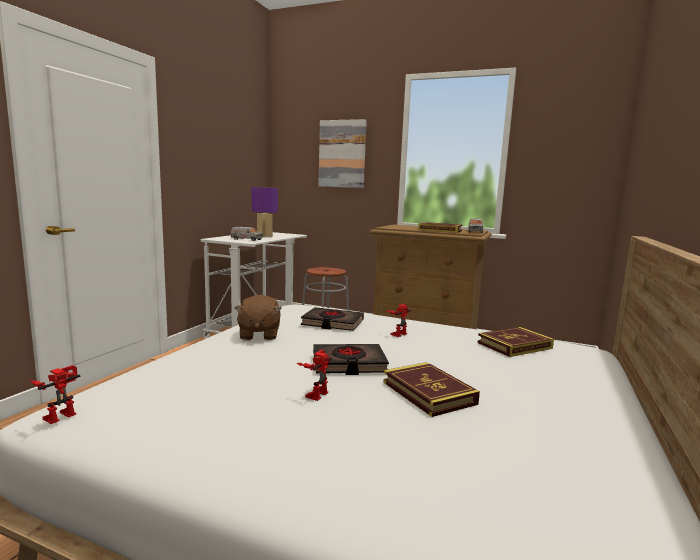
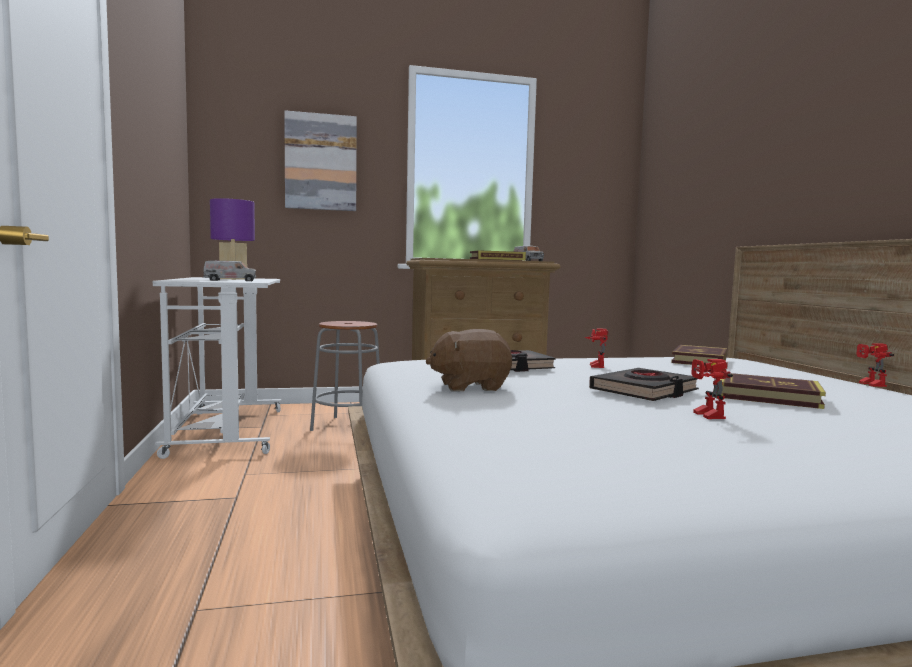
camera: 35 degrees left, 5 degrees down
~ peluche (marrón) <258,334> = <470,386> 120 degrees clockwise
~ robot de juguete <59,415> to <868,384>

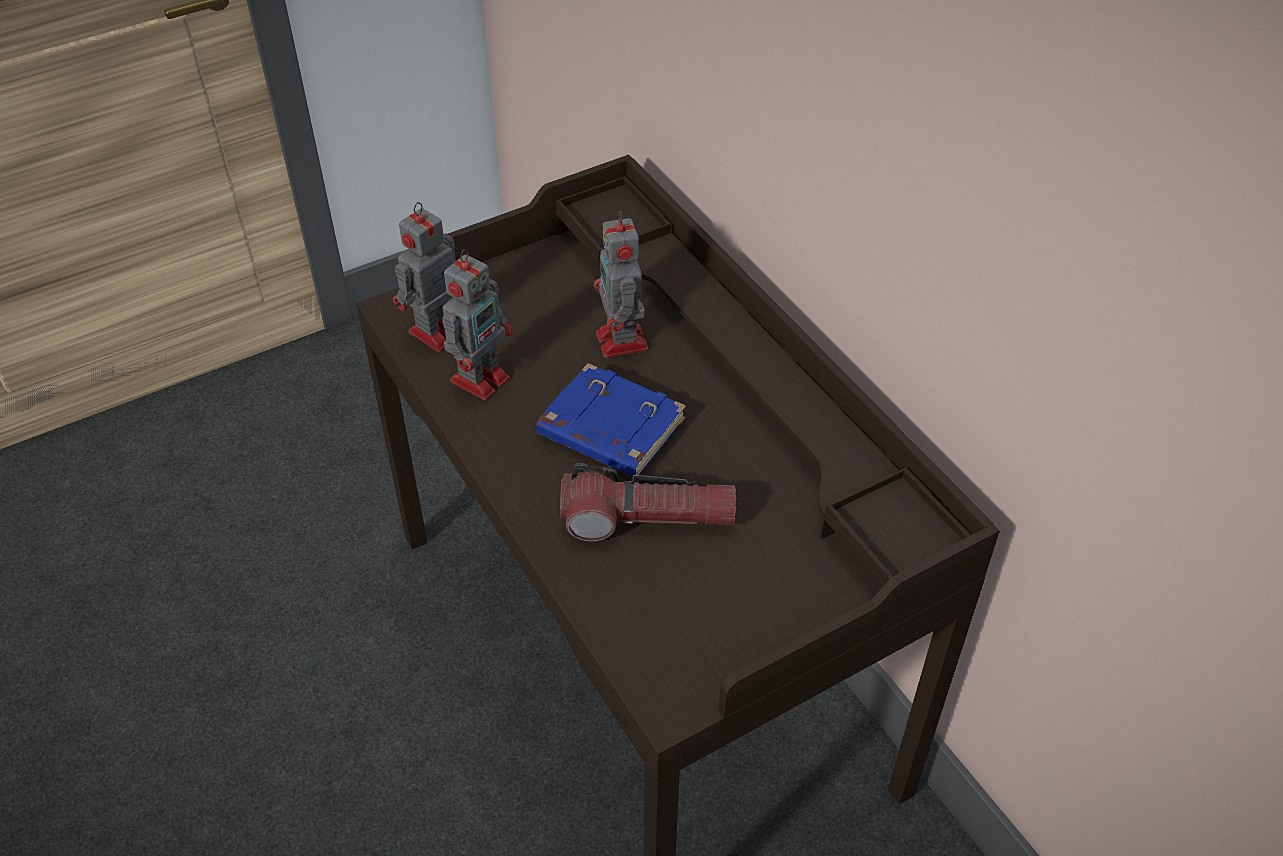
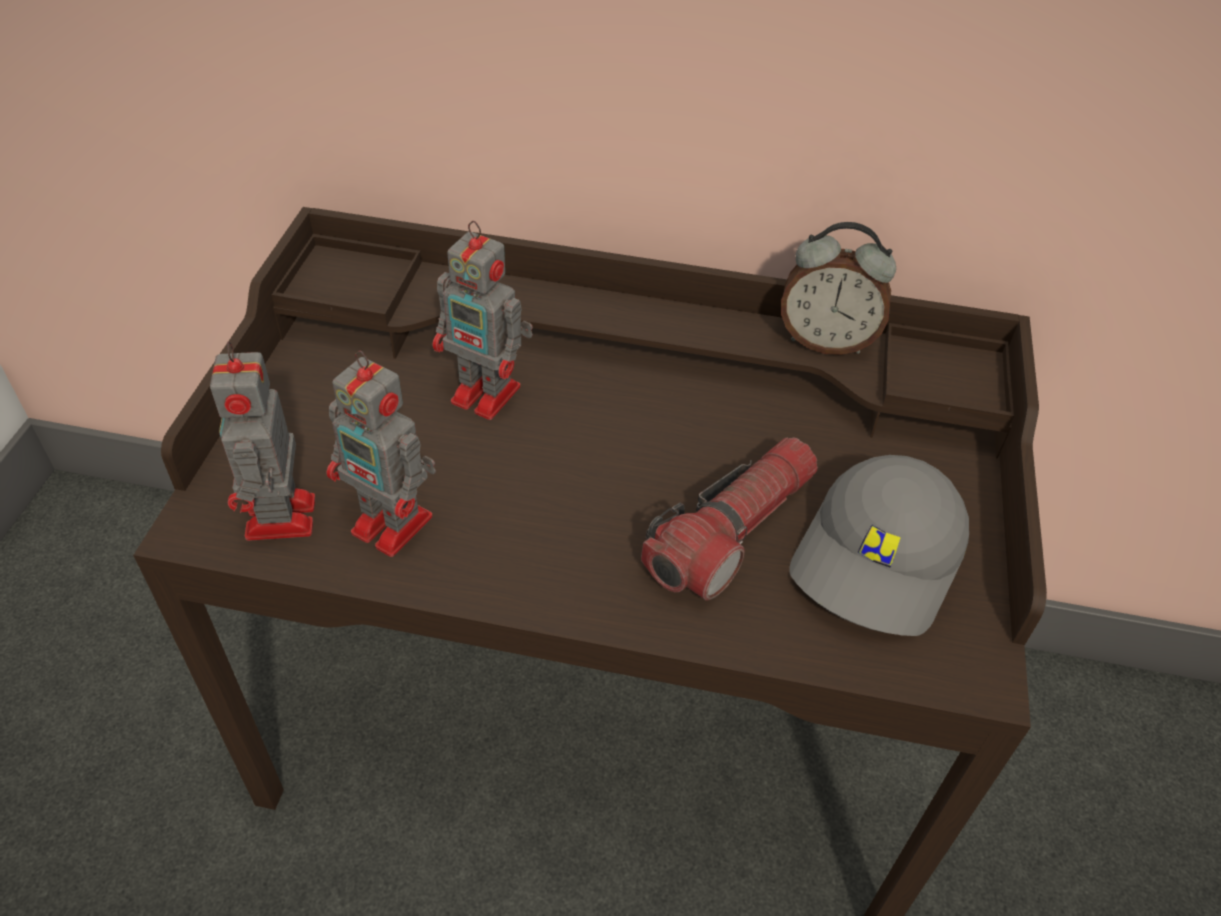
camera: 50 degrees left, 0 degrees up
~ robot de juguete <481,378> = <395,526> 135 degrees clockwise
+ despertador <826,341>
+ gorra (gris) <879,562>
- libro (azul) <609,429>

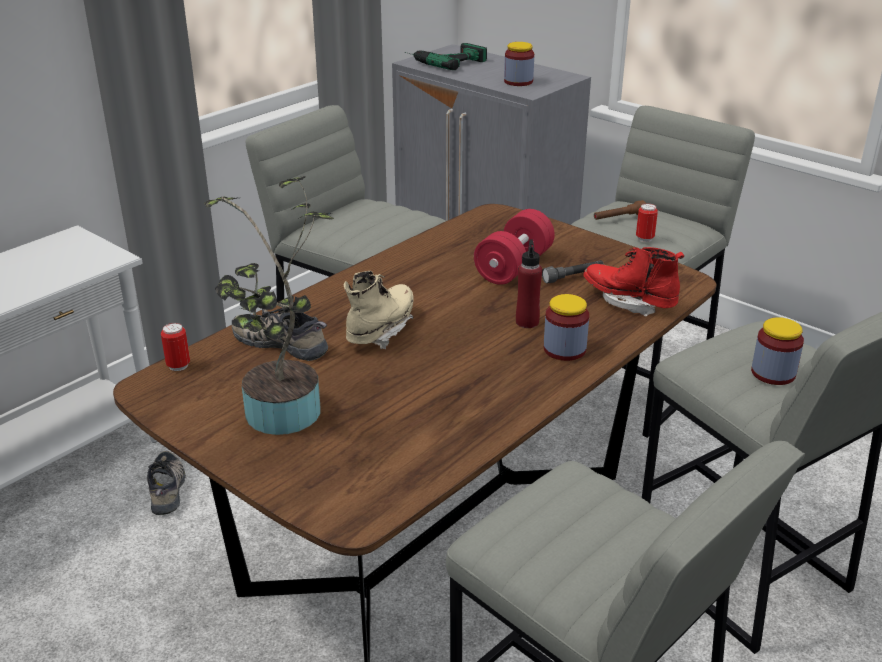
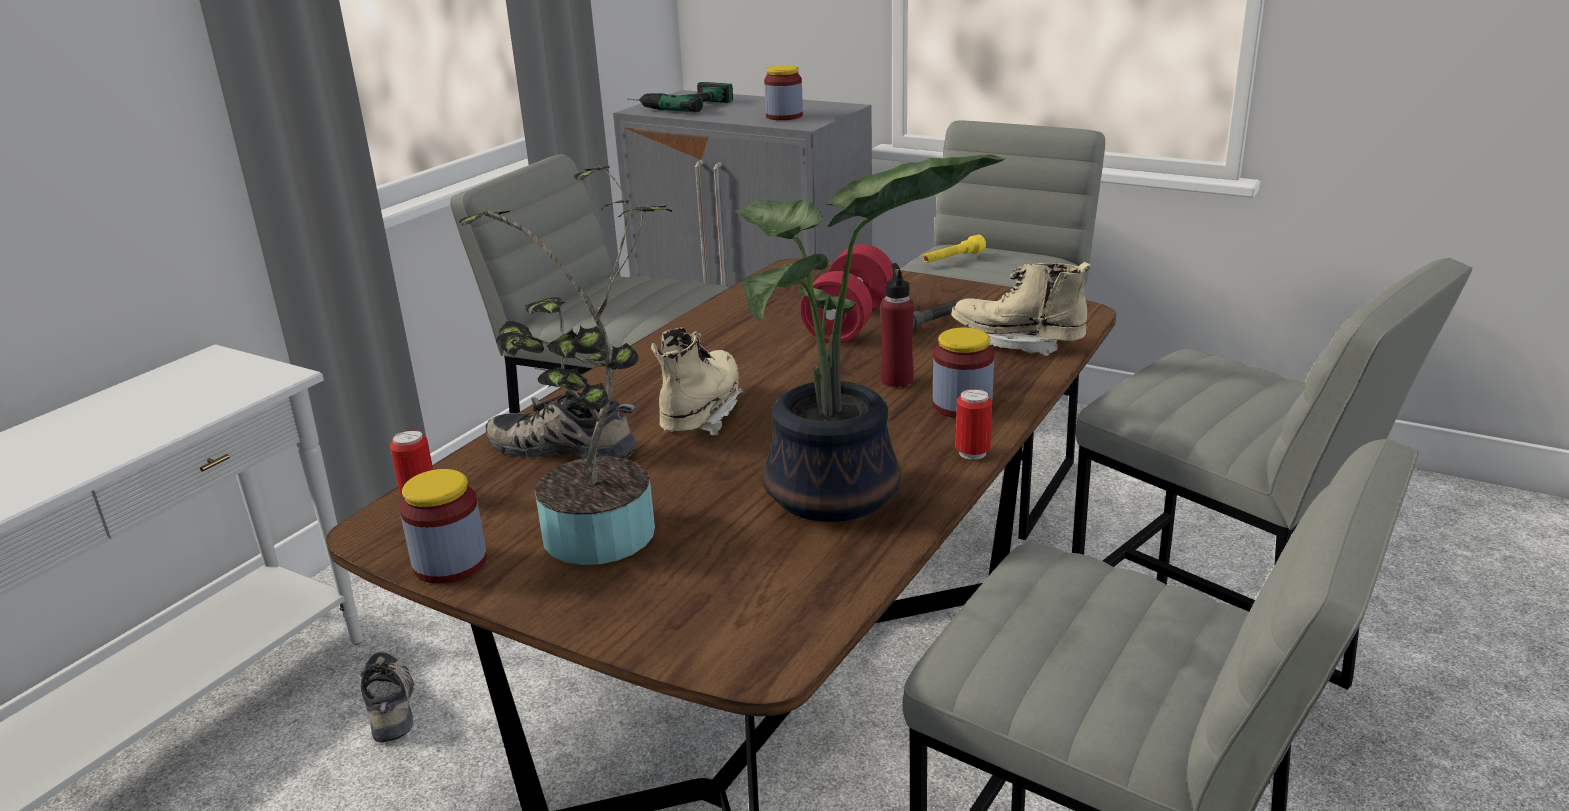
camera: 10 degrees left, 5 degrees down
~ tarro <773,373> to <450,563>
+ planta en maceta <837,496>
~ linterna (marrón) <619,218> to linterna (amarillo) <953,259>
~ bota (rojo) <629,301> to bota (beis) <1018,342>
~ lata <644,238> to <972,453>

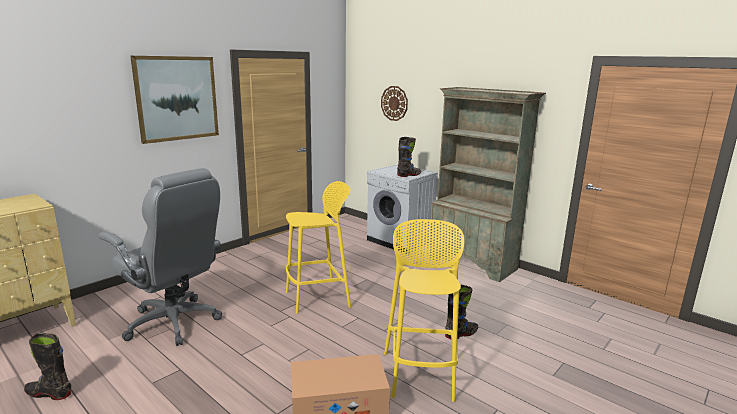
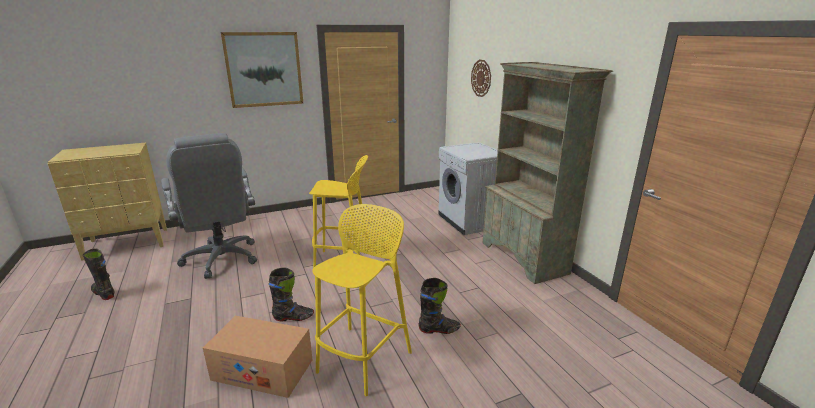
camera: 25 degrees right, 5 degrees up
~ bota (negro) <409,175> to <293,317>

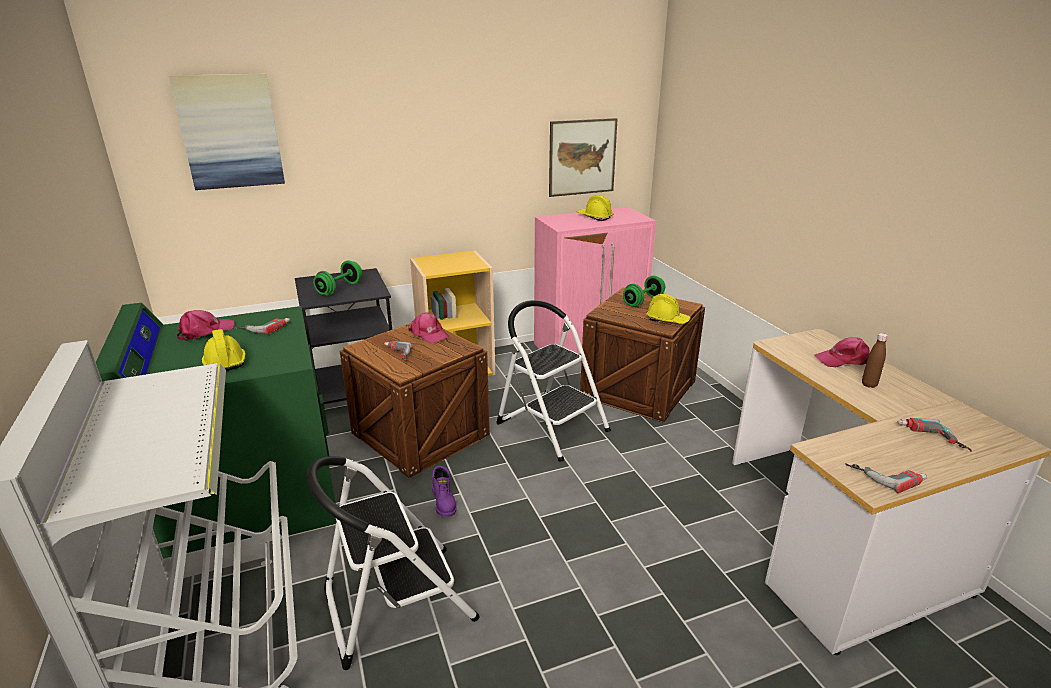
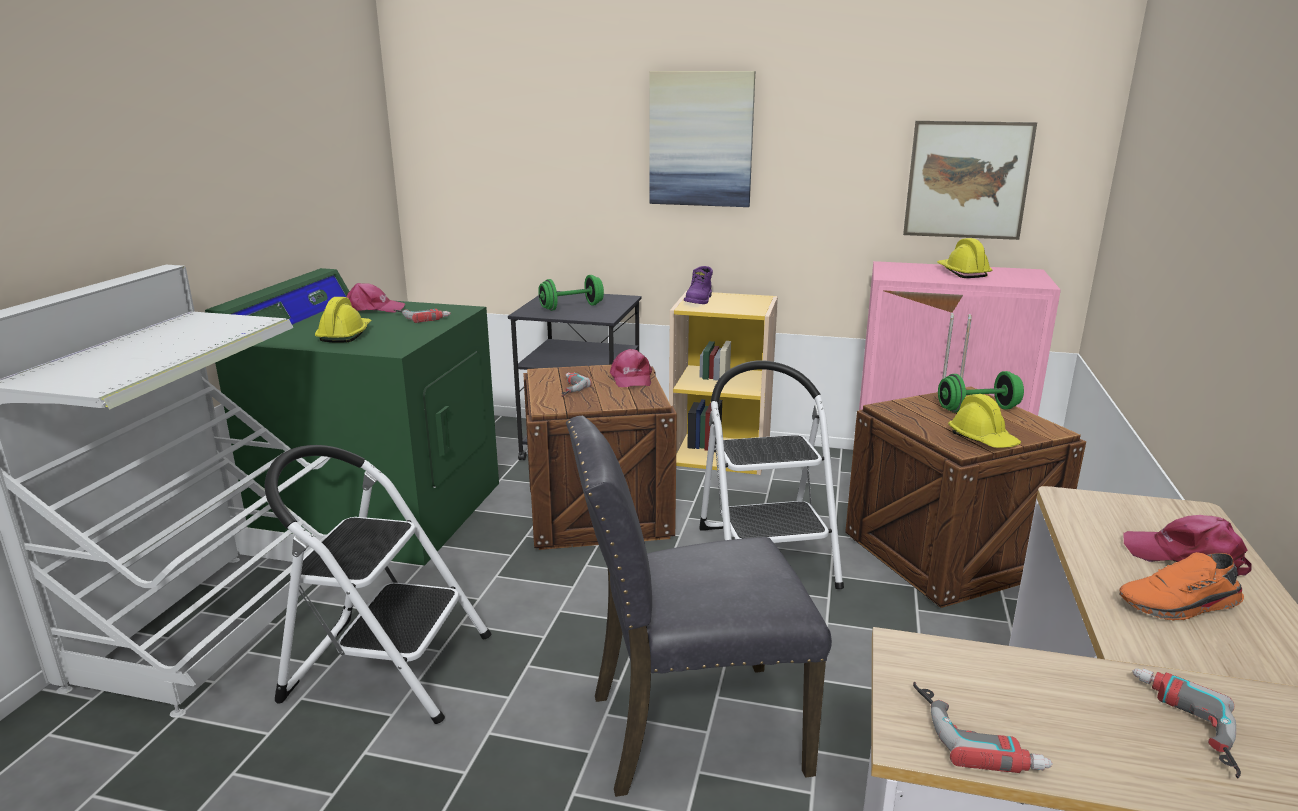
camera: 35 degrees right, 5 degrees down
+ silla (gris) <690,730>
~ cuadro <230,131> to <701,139>
~ bota (morado) <444,502> to <699,300>
~ botella (marrón) <869,385> to zapato (naranja) <1180,606>

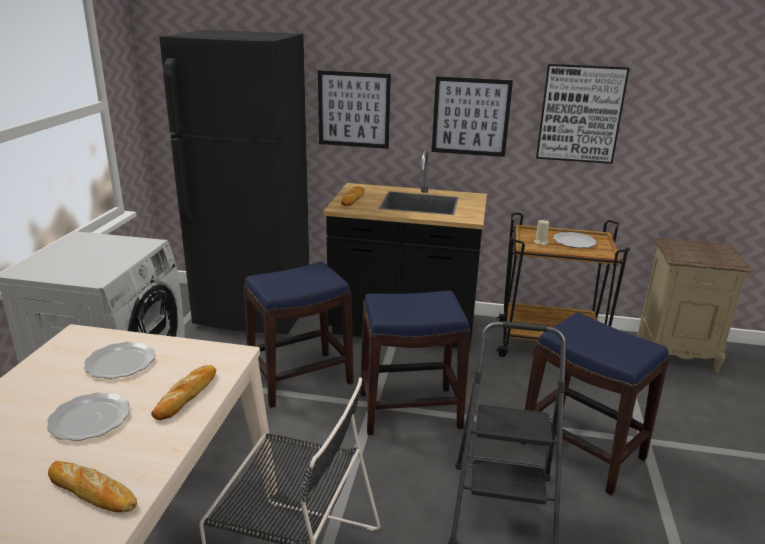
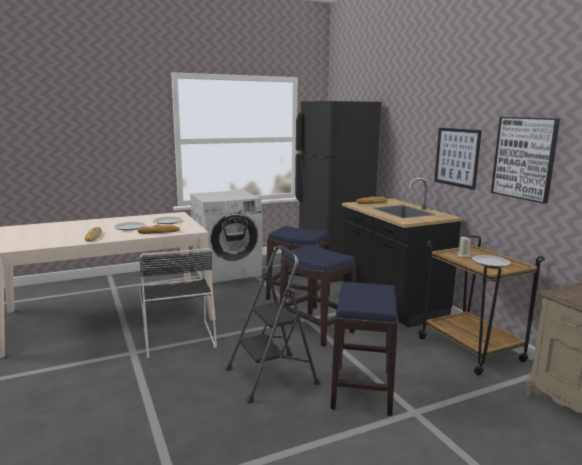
camera: 55 degrees right, 10 degrees down
- cuadro <354,109>

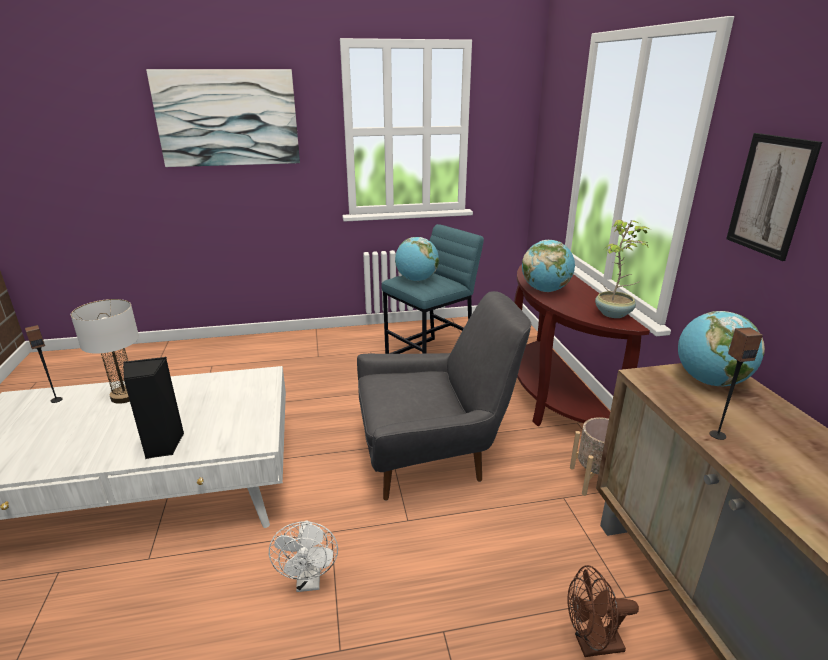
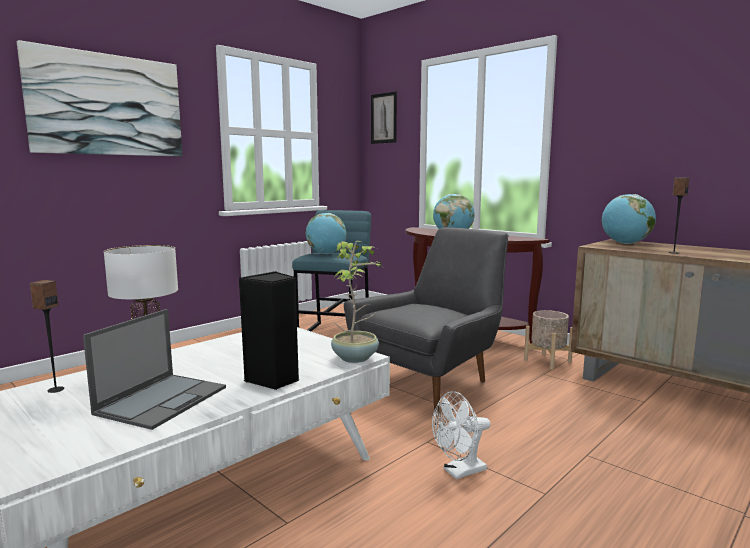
camera: 35 degrees left, 15 degrees down
+ portátil <163,400>
~ planta en maceta <614,314> to <356,358>
~ cuadro <770,195> to <383,118>
~ ventilador (blanco) <309,581> = <459,472> 105 degrees clockwise
- ventilador (marrón) <592,645>

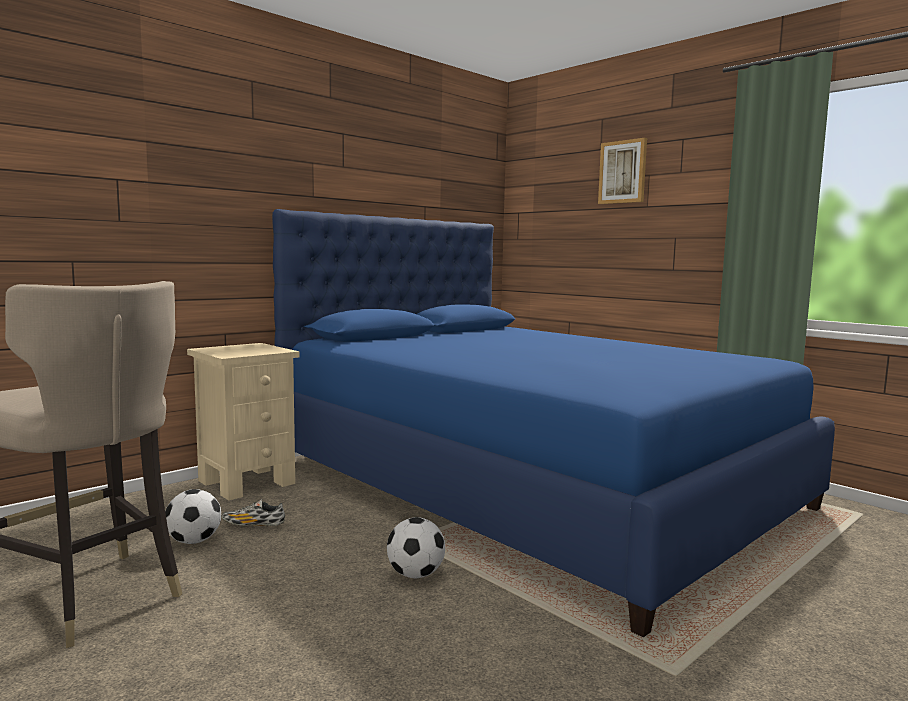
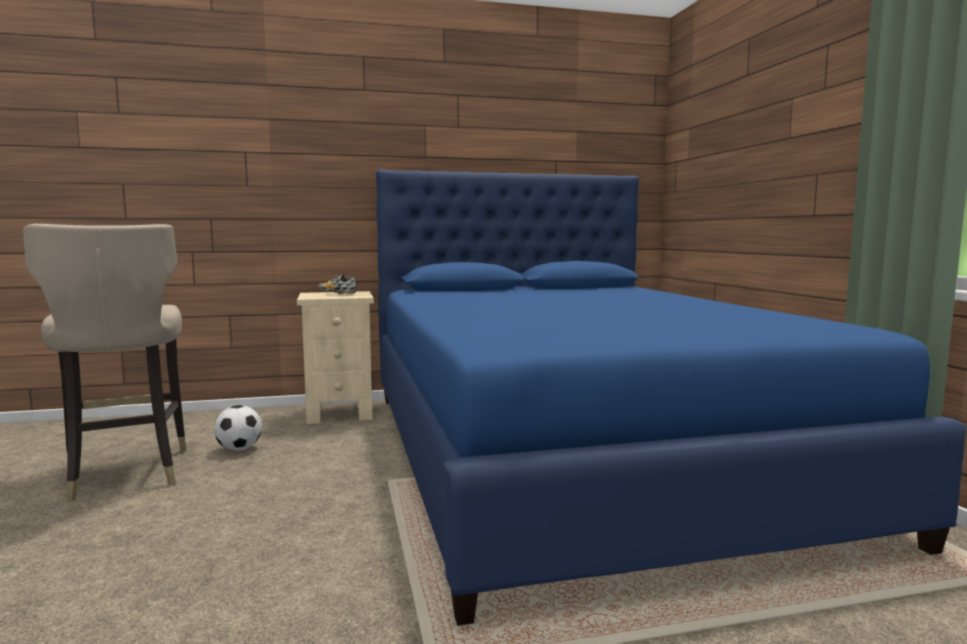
camera: 30 degrees right, 0 degrees up
~ zapato <253,525> to <337,293>
- balón de fútbol <415,574>
- cuadro <623,172>

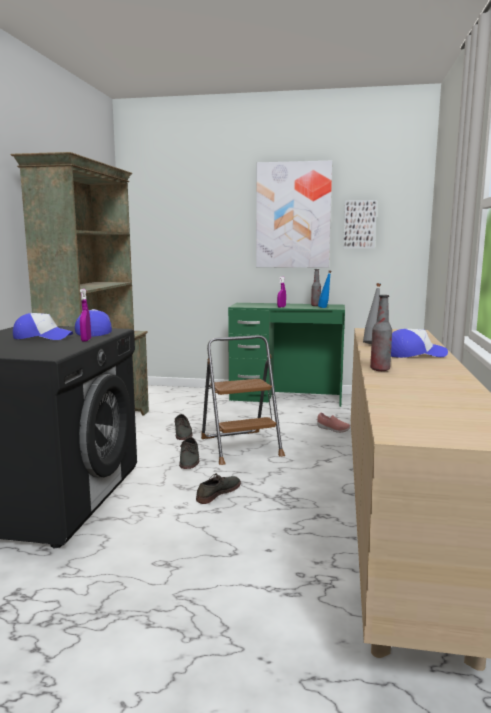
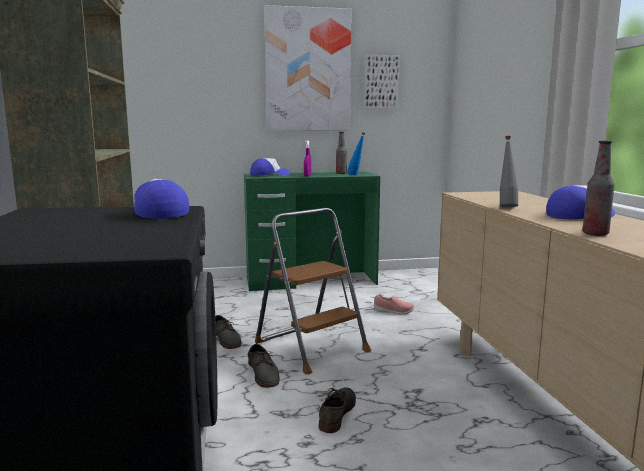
camera: 20 degrees left, 0 degrees up
~ gorra <42,337> to <269,175>
- pulverizador (morado) <86,340>

